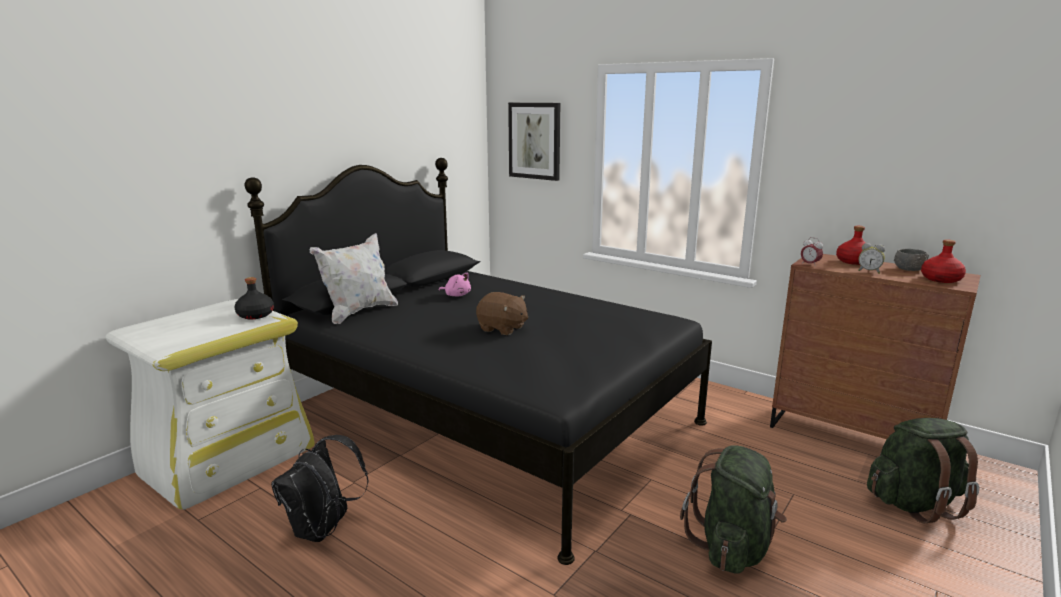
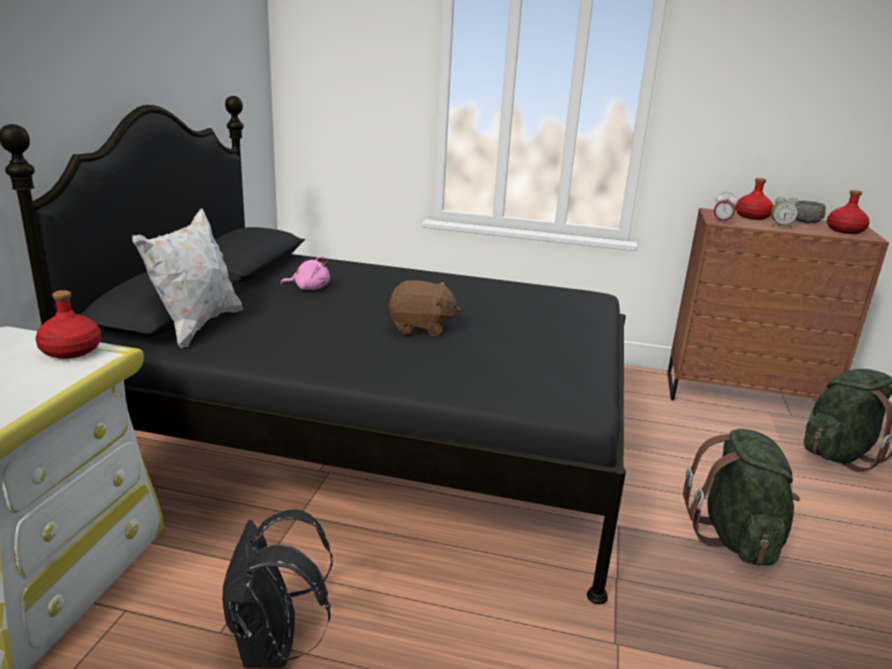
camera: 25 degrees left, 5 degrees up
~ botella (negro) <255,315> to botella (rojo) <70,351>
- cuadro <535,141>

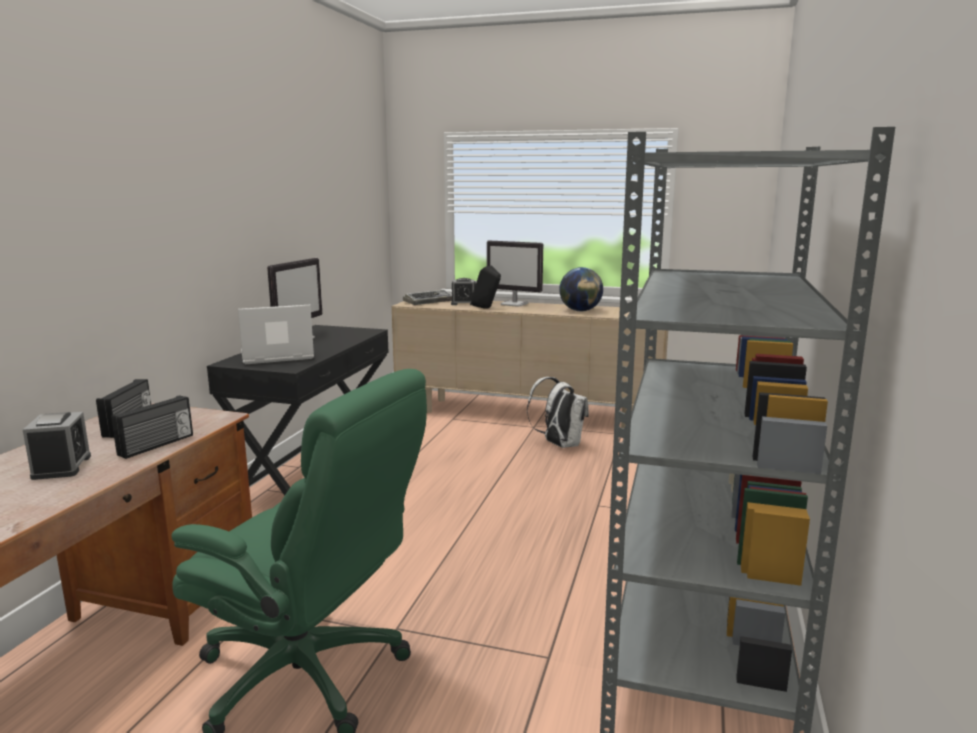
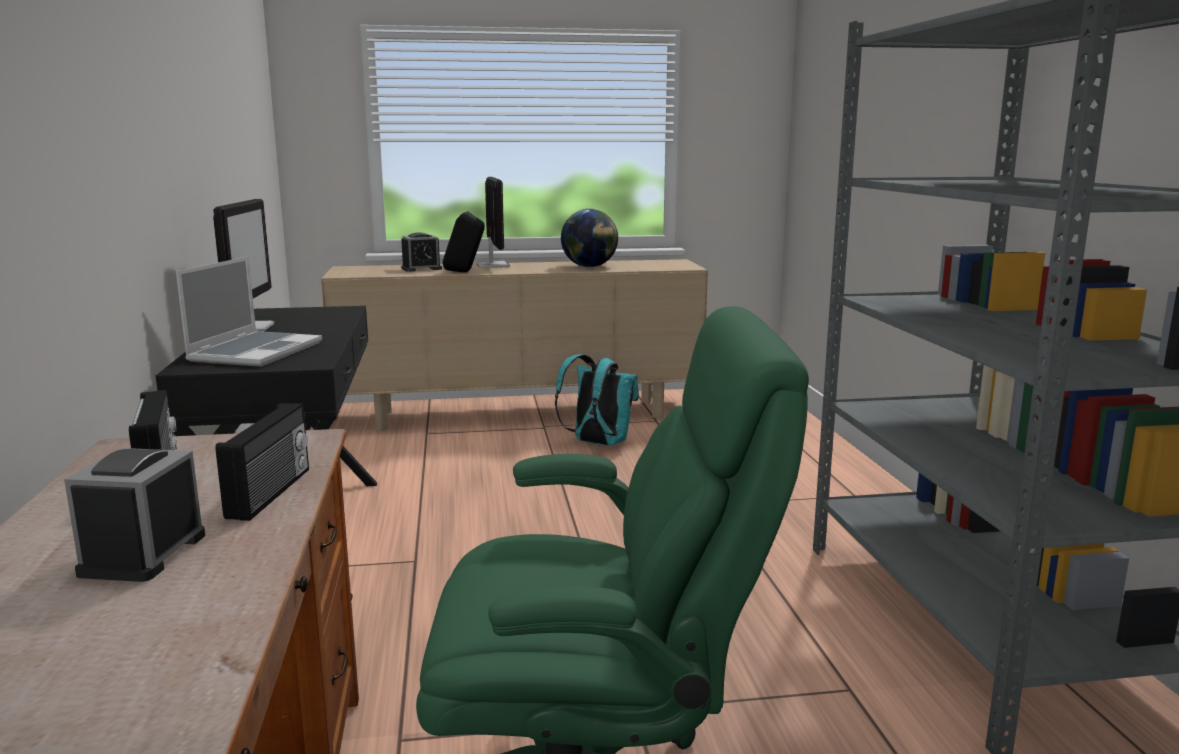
camera: 25 degrees left, 0 degrees up
~ despertador <61,467> = <144,554> 135 degrees counterclockwise
~ portátil <276,356> = <256,351> 150 degrees clockwise
~ monitor <515,304> = <492,265> 105 degrees counterclockwise
~ mochila (blanco) <559,444> to mochila (turquesa) <597,443>
- teclado <429,301>

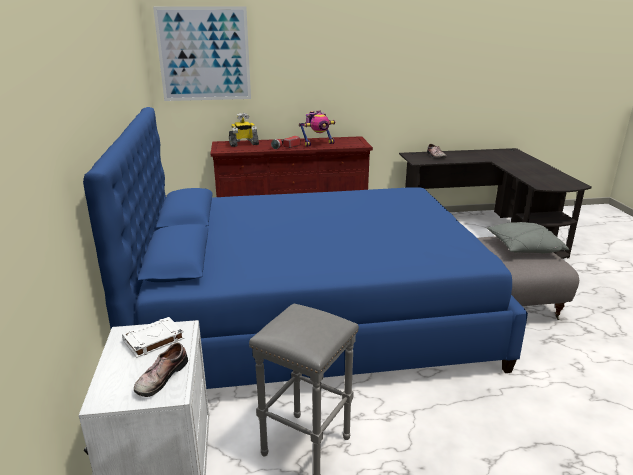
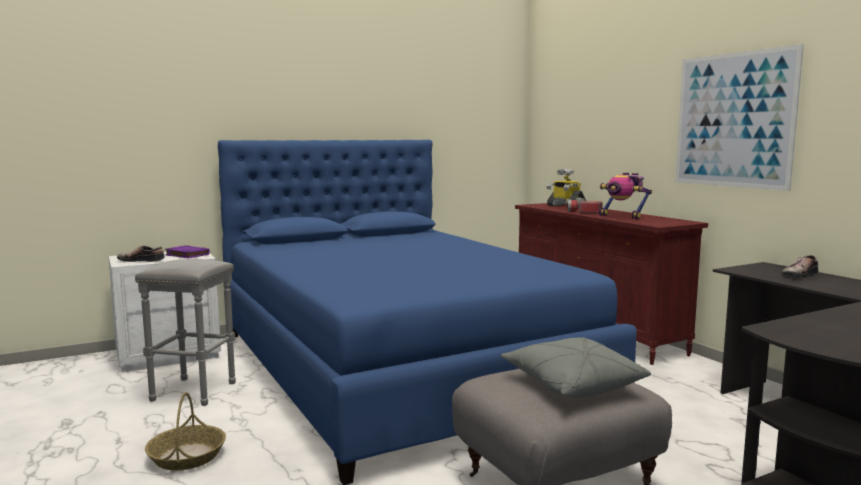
camera: 70 degrees right, 15 degrees down
+ cesta <187,456>
~ libro (blanco) <153,340> to libro (morado) <186,255>
~ cuadro <204,54> to <733,120>

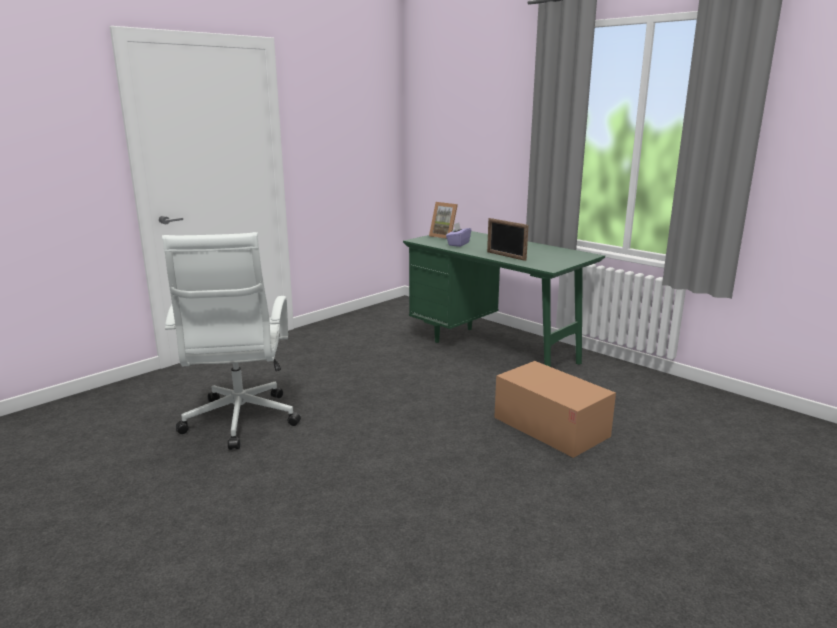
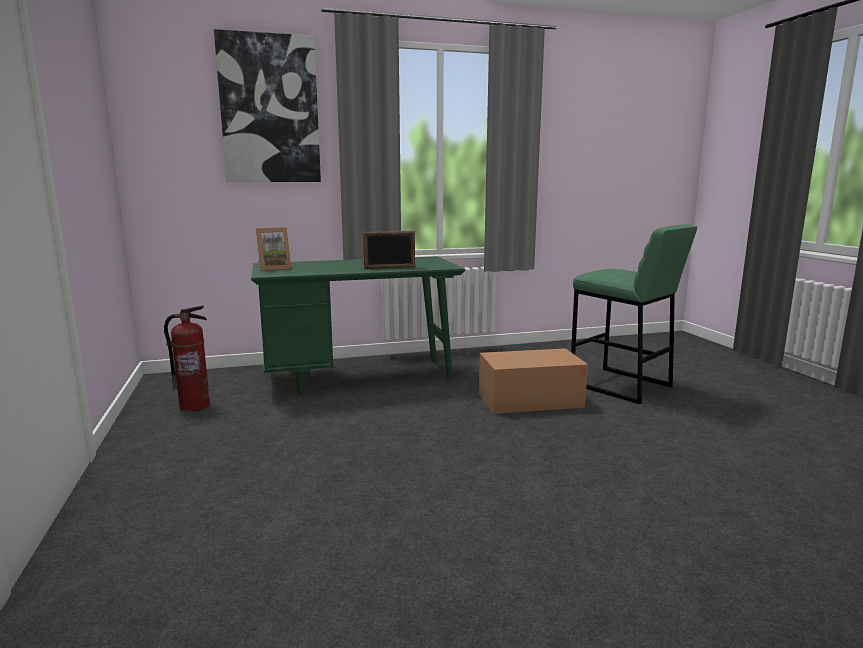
camera: 60 degrees left, 5 degrees down
+ extintor <194,406>
+ cuadro <269,110>
+ taburete (verde) <623,386>
- silla de oficina (blanco) <240,423>
- caja de pañuelos (morado) <458,244>

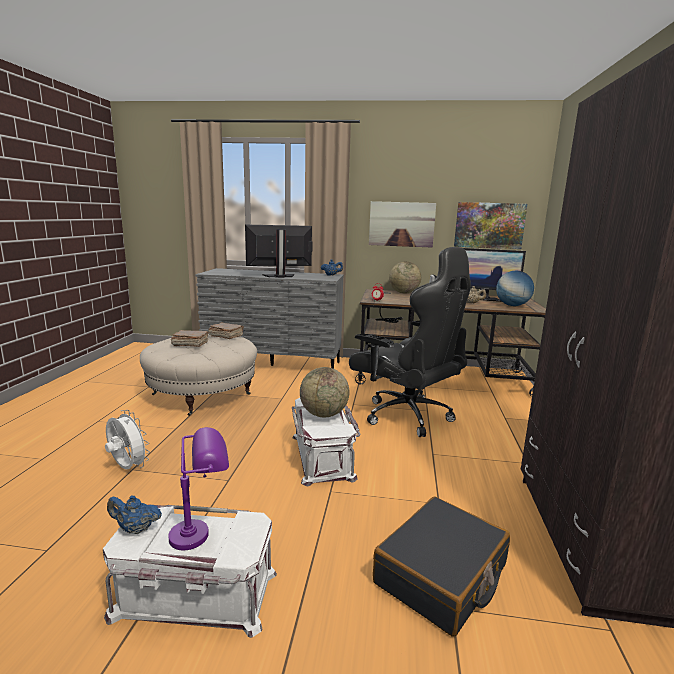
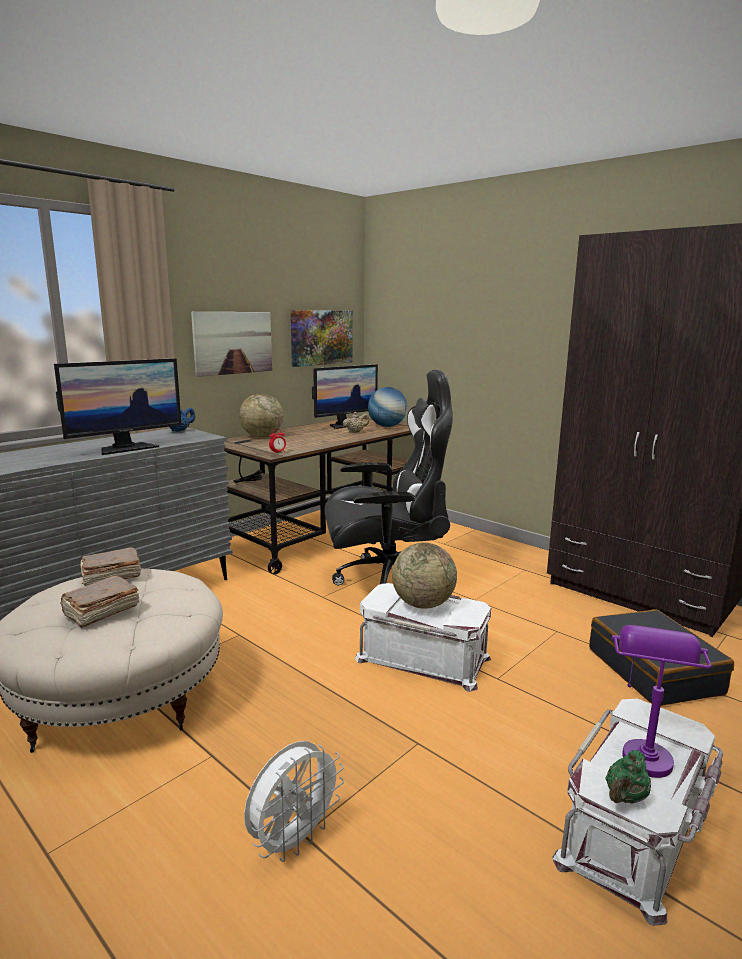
camera: 55 degrees left, 0 degrees up
~ monitor <279,276> = <126,448> 150 degrees counterclockwise
~ ventilador (blanco) <127,468> = <293,840> 150 degrees clockwise
~ tetera (azul) <135,529> to tetera (verde) <625,797>

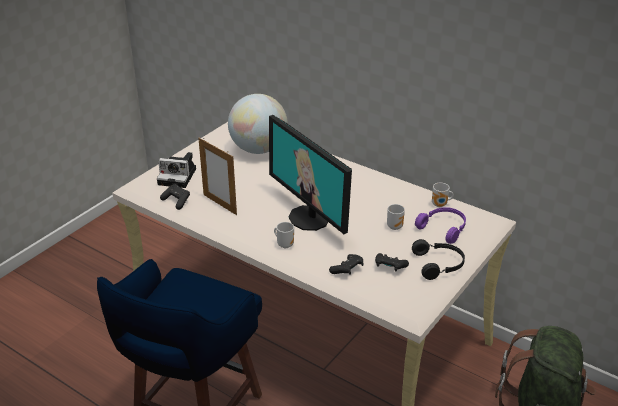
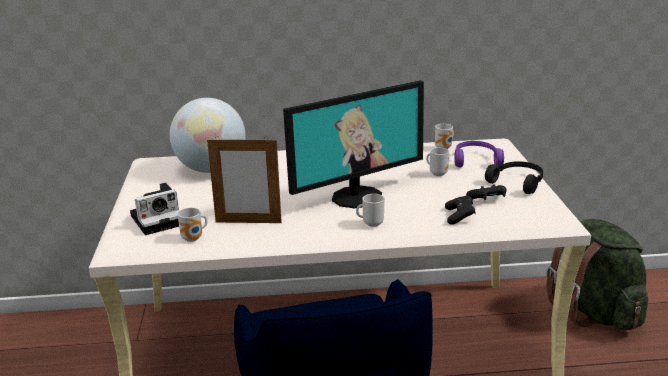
camera: 40 degrees left, 10 degrees down
~ mando de consola (negro) <176,201> to taza grande <194,239>
~ monitor <310,218> = <356,196> 45 degrees counterclockwise

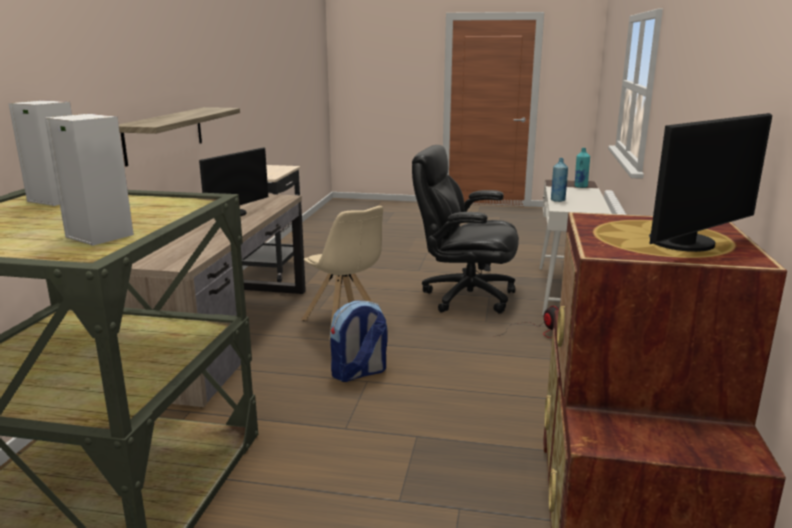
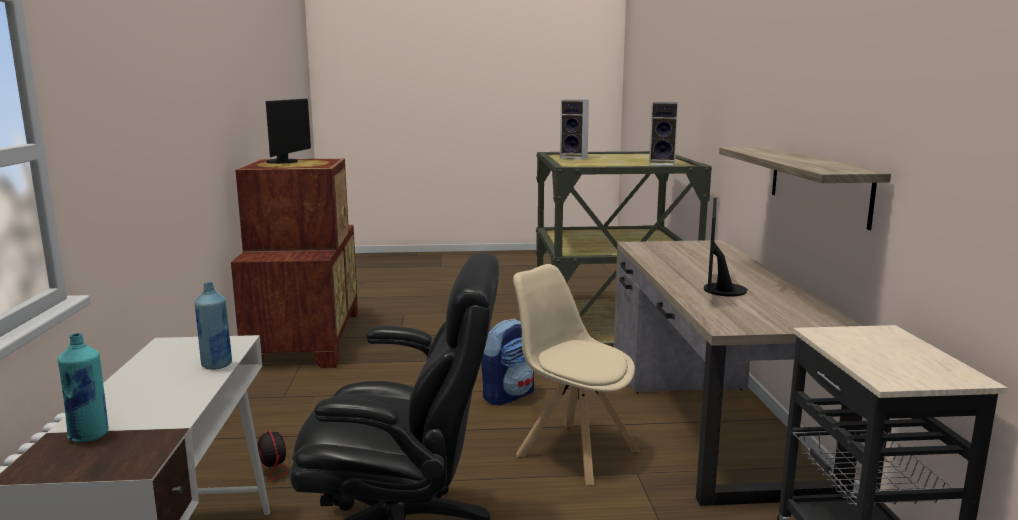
camera: 165 degrees right, 5 degrees down
~ monitor <688,244> = <285,162> 150 degrees clockwise

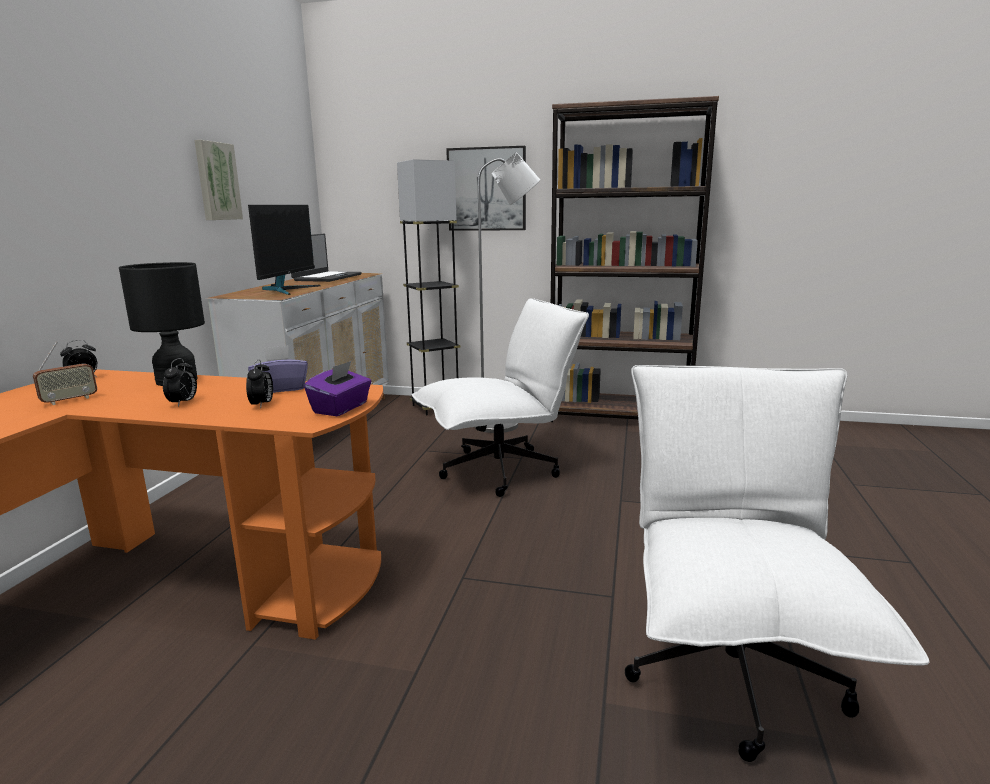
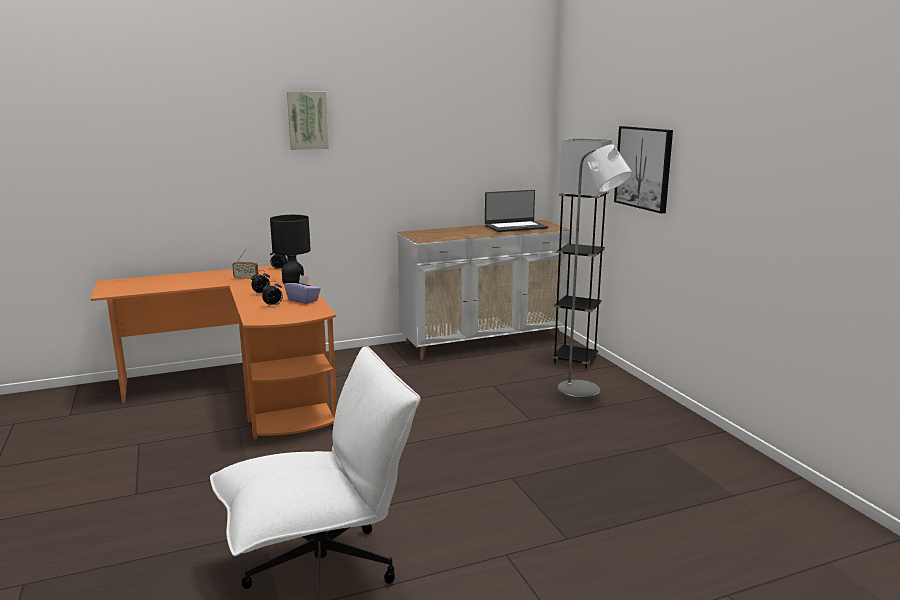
camera: 55 degrees right, 0 degrees up
~ cuadro <216,181> to <307,120>
- monitor <287,289>
- caja de pañuelos (morado) <341,408>
- silla de oficina (blanco) <497,471>
- estantería (marrón) <619,417>

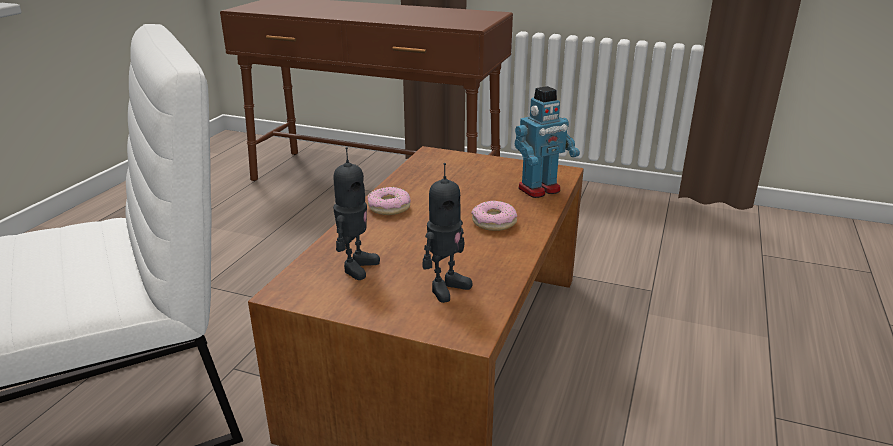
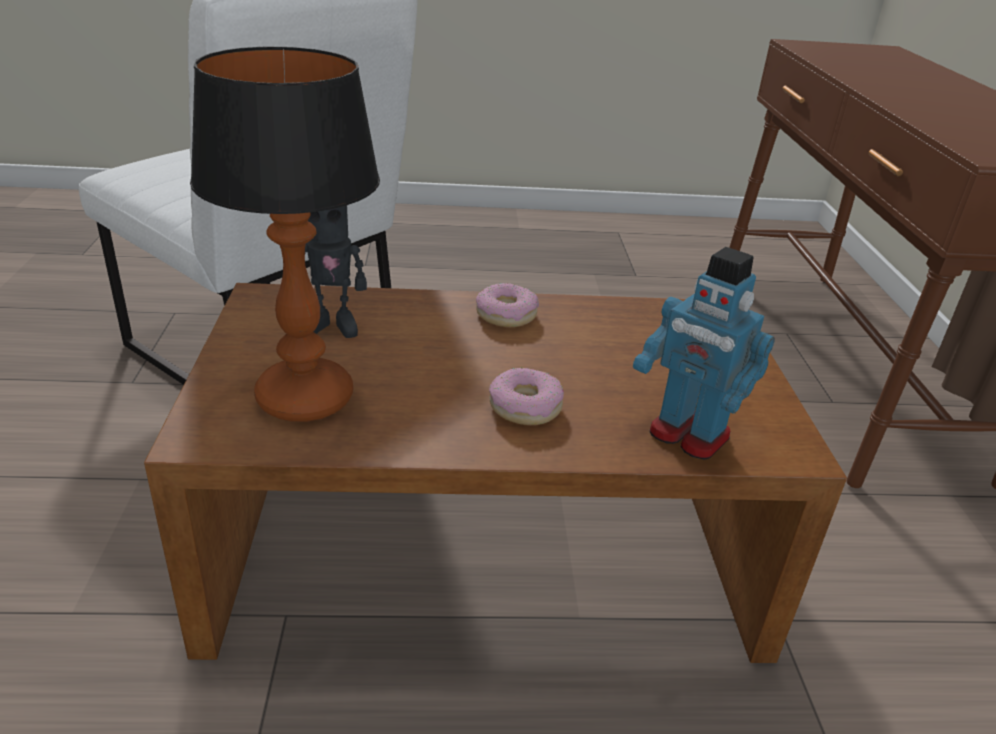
camera: 65 degrees right, 5 degrees up
~ robot de juguete <446,288> to lámpara de mesa <307,398>

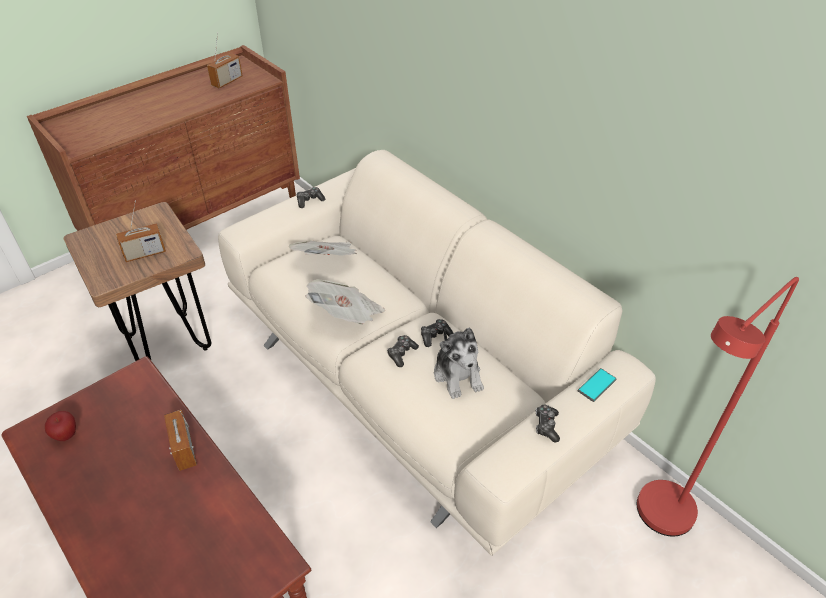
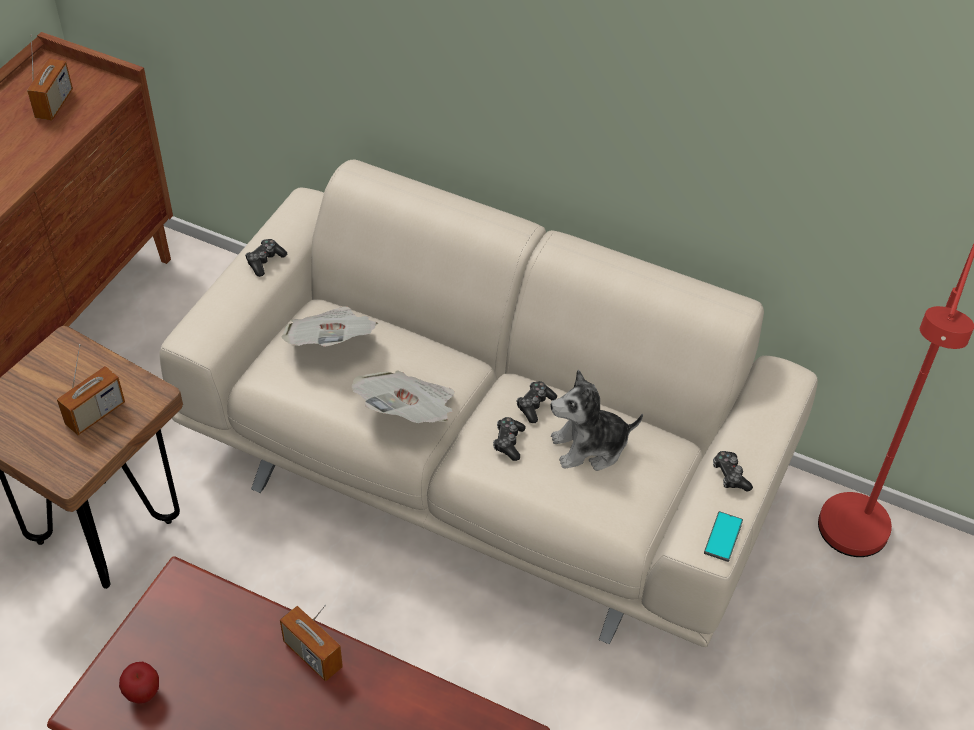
camera: 25 degrees left, 5 degrees up
~ peluche <458,375> = <589,447> 120 degrees clockwise
~ móvil <597,385> to <723,537>

